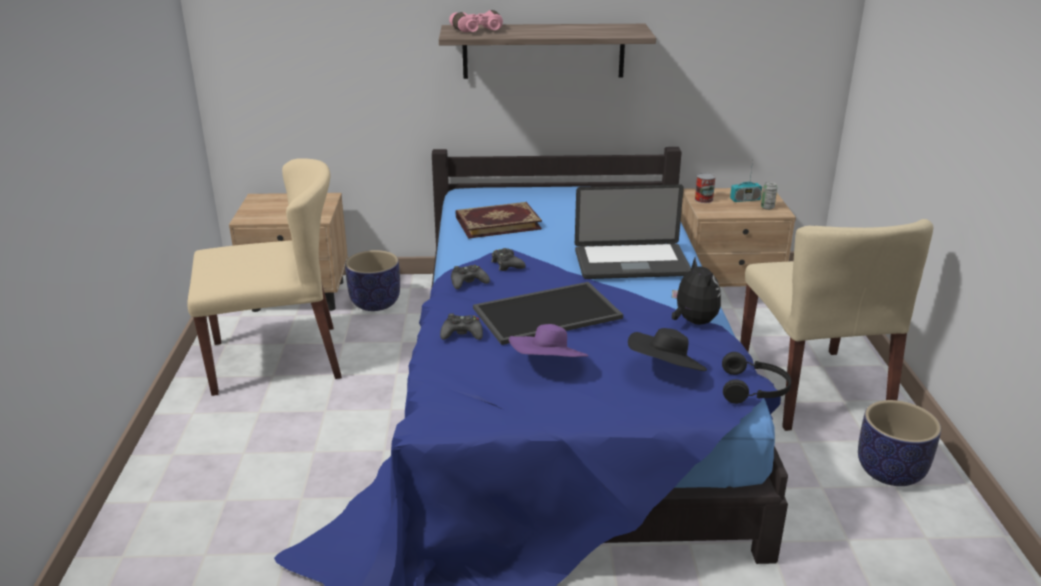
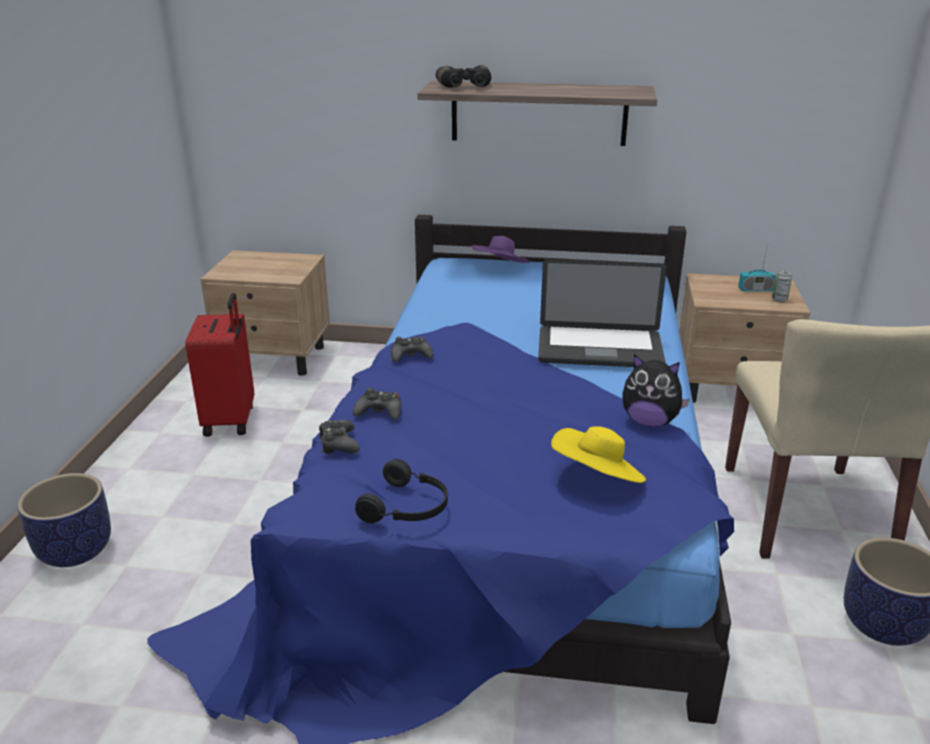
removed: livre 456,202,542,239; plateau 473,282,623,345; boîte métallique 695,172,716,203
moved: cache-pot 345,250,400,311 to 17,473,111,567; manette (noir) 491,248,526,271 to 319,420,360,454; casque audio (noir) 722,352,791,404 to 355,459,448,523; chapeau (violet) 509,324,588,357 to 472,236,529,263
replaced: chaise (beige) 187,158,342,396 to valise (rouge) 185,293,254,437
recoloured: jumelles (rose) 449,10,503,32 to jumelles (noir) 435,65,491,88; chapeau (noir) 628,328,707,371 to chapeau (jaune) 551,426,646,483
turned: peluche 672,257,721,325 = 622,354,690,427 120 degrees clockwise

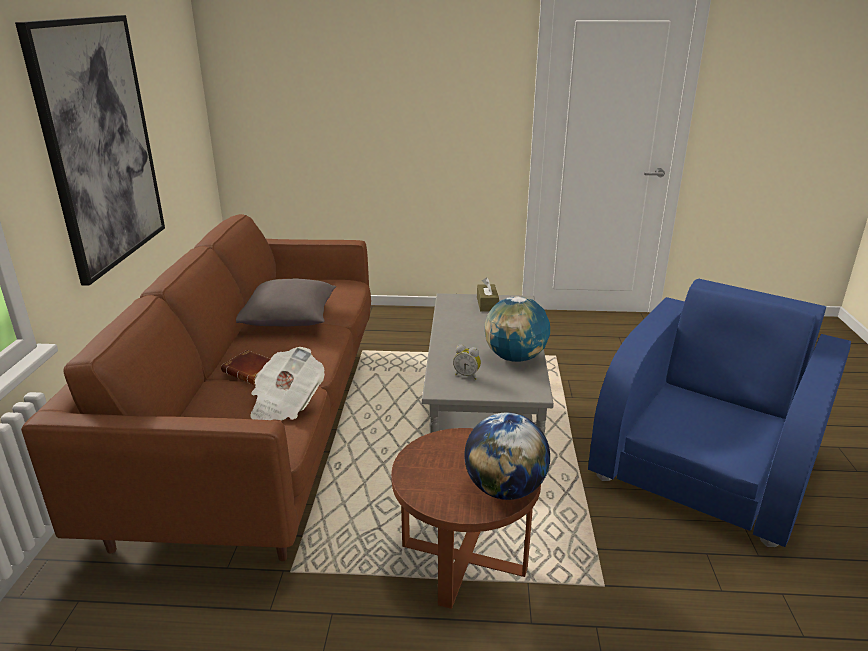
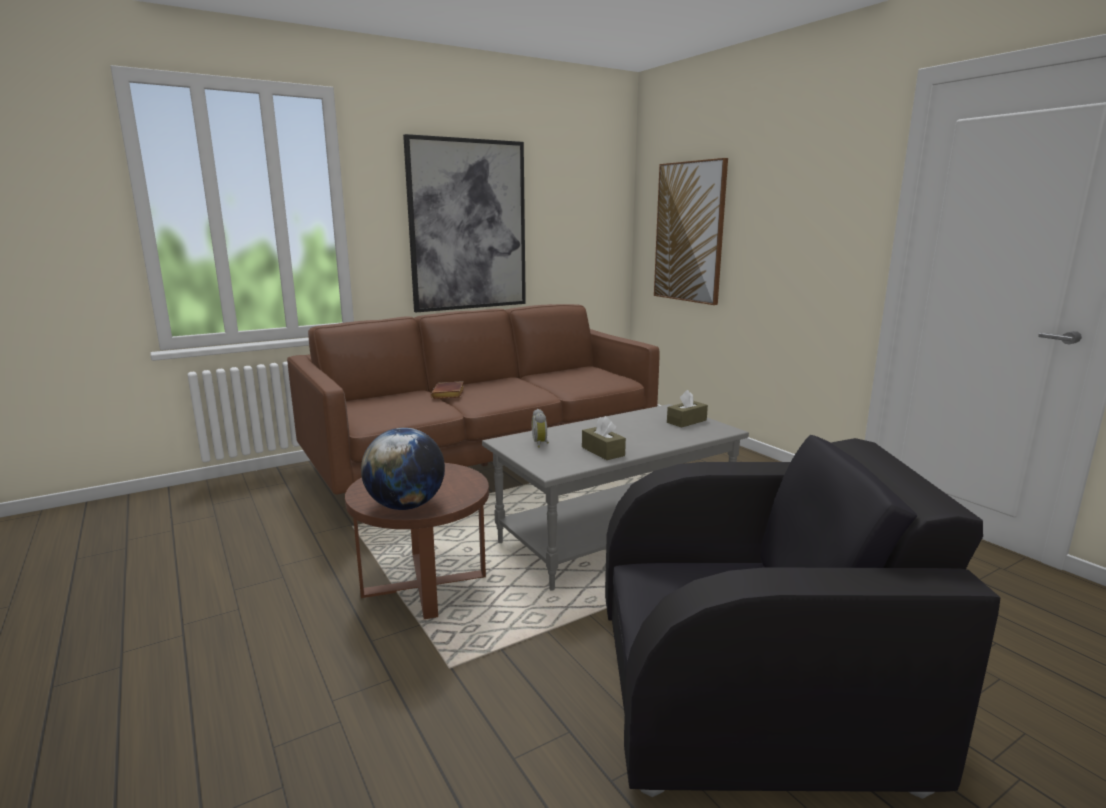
removed: coussin (gris) 236,279,336,327; journal 250,347,325,420
added: tableau 654,158,728,305
replaced: globe 484,296,550,362 to boîte à mouchoirs (marron) 582,416,626,460
recoloured: fauteuil (bleu) 588,279,851,547 to fauteuil (noir) 605,435,1001,799

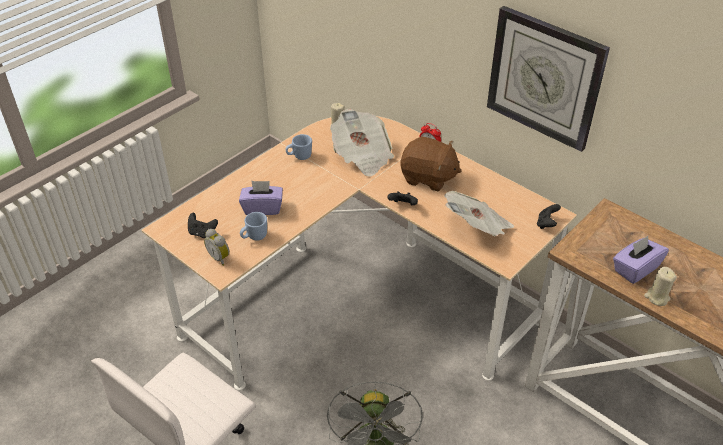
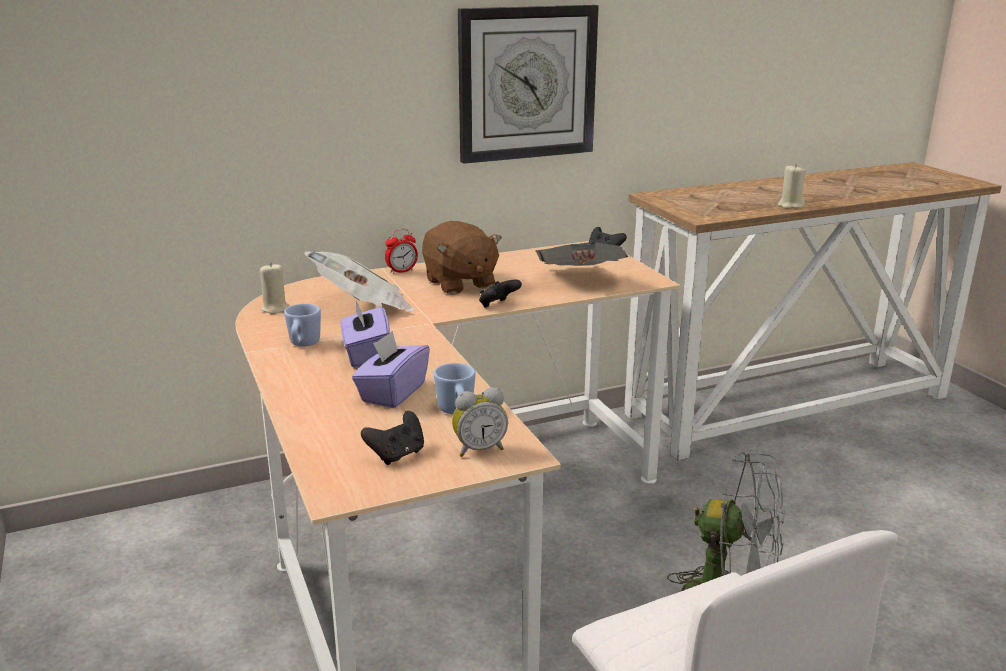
moved: boîte à mouchoirs (violet) 613,236,669,284 to 341,300,390,368
turned: peluche (marron) 400,137,461,191 = 422,221,502,294 105 degrees clockwise

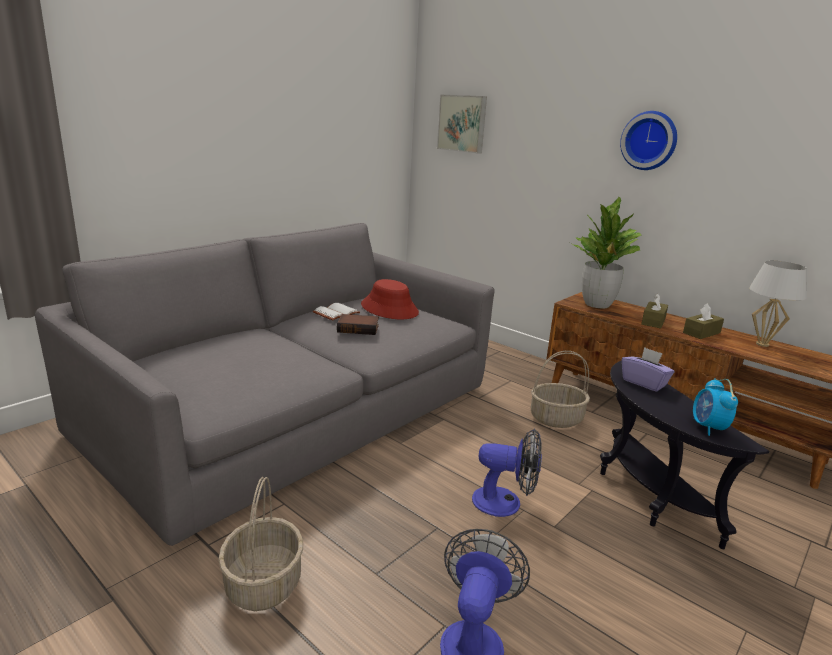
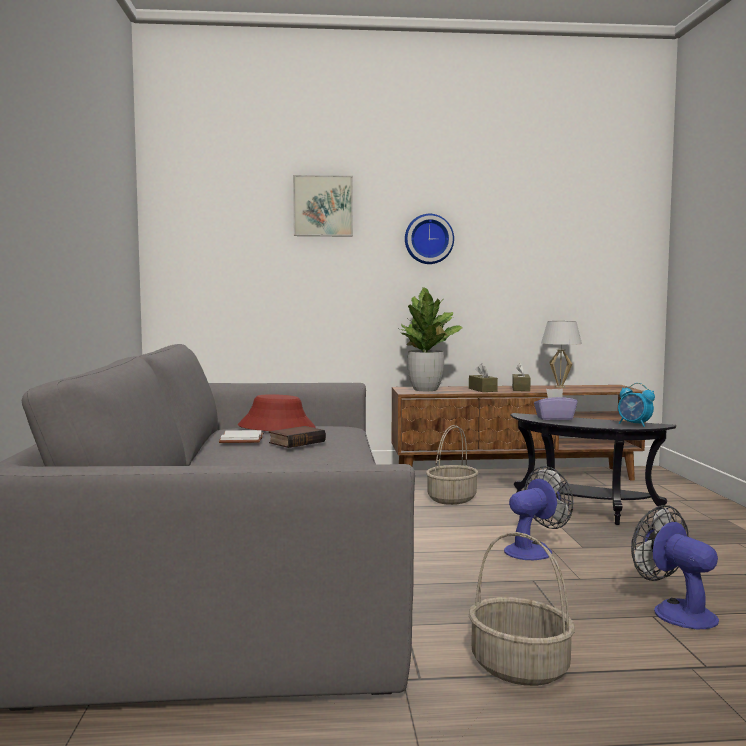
moved: tableau 437,95,487,153 to 293,175,353,237

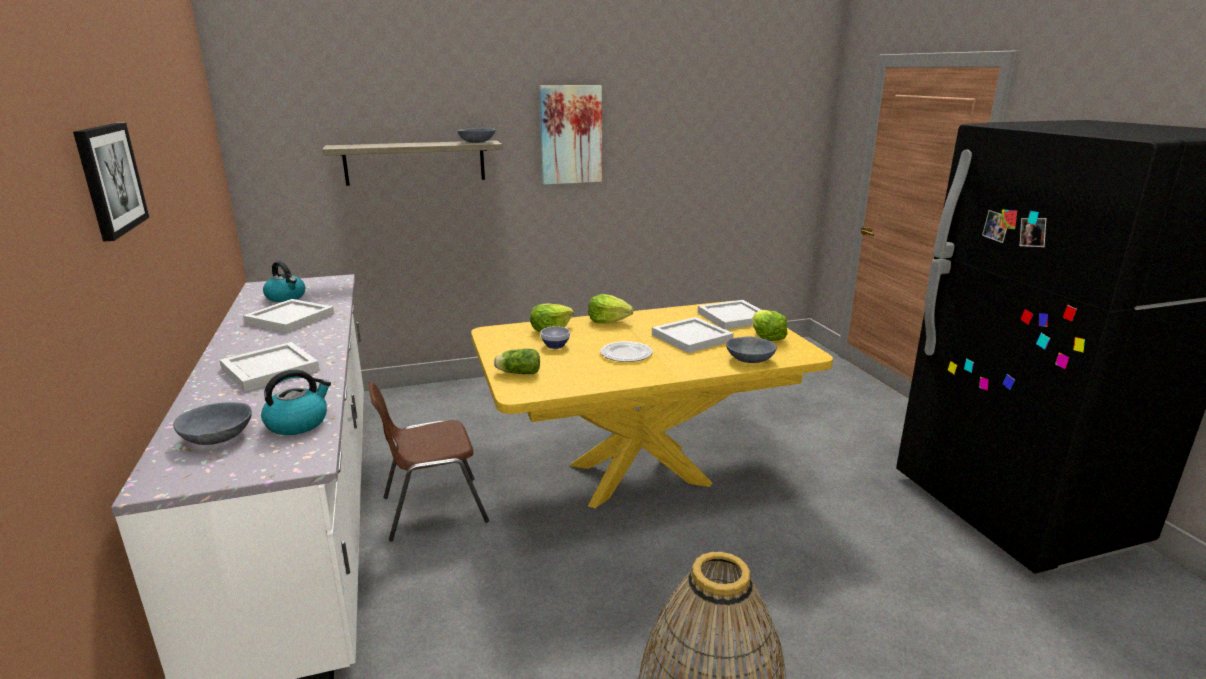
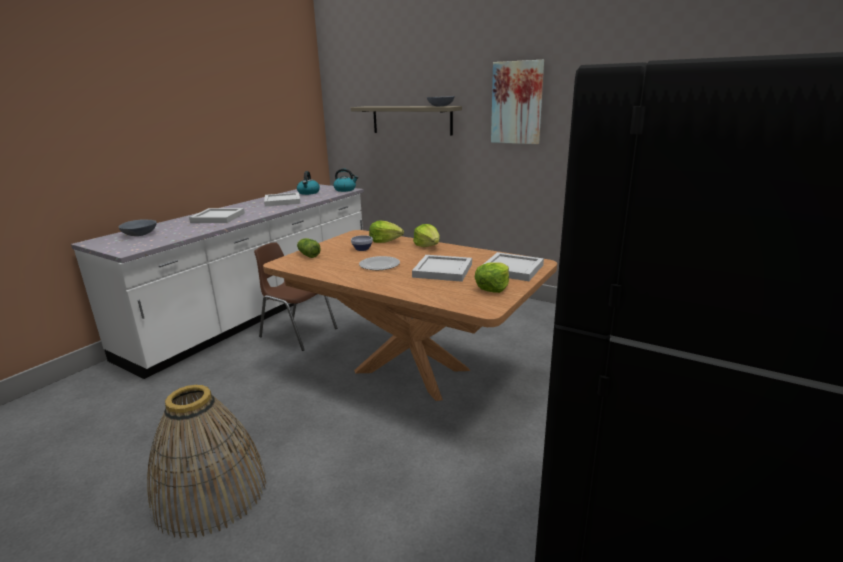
removed: tableau 73,123,149,242; bol (gris) 726,336,777,363
moved: bouilloire 261,370,331,435 to 333,169,358,192
recoloured: table à manger (jaune) 471,301,833,508 to table à manger (marron) 263,230,557,401

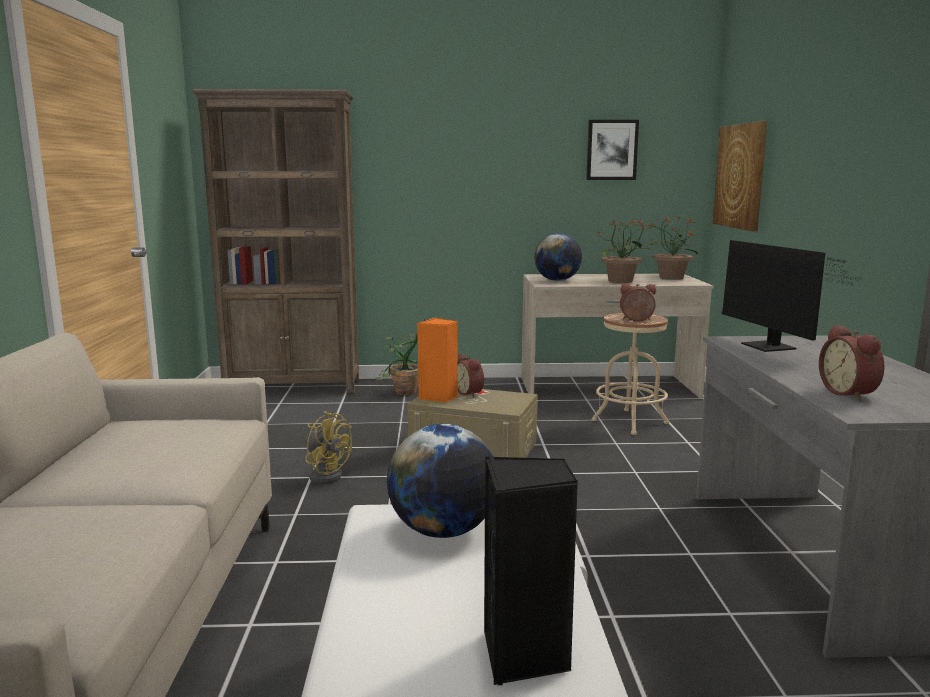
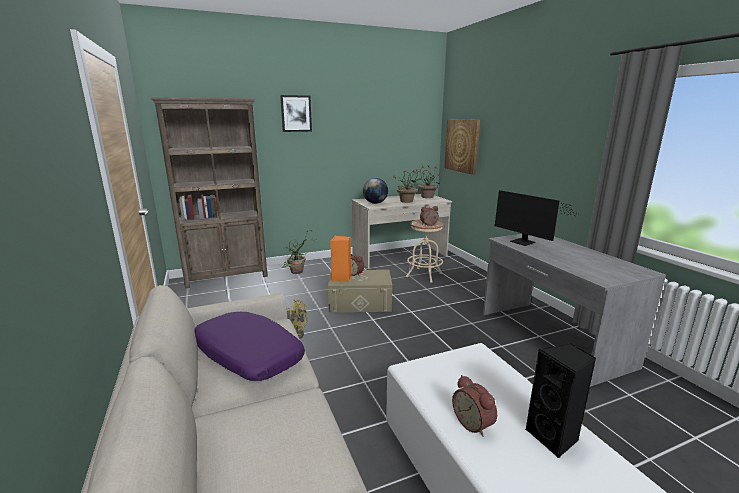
removed: globe 387,424,493,538
added: coussin (violet) 195,312,305,381
moved: tableau 586,120,639,180 to 280,95,312,132; réveil 819,325,884,401 to 452,375,497,437

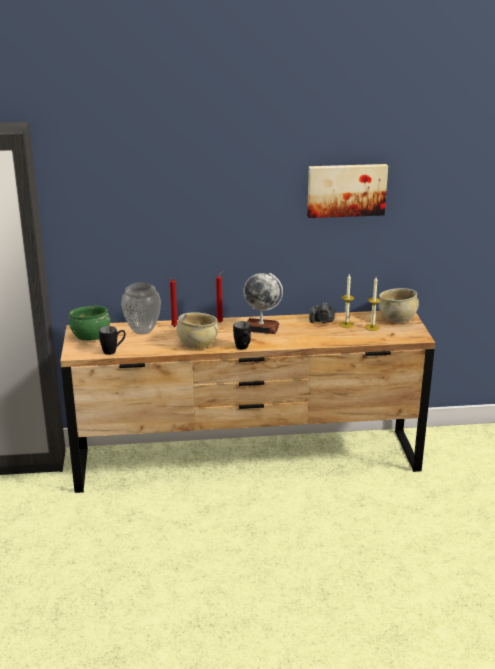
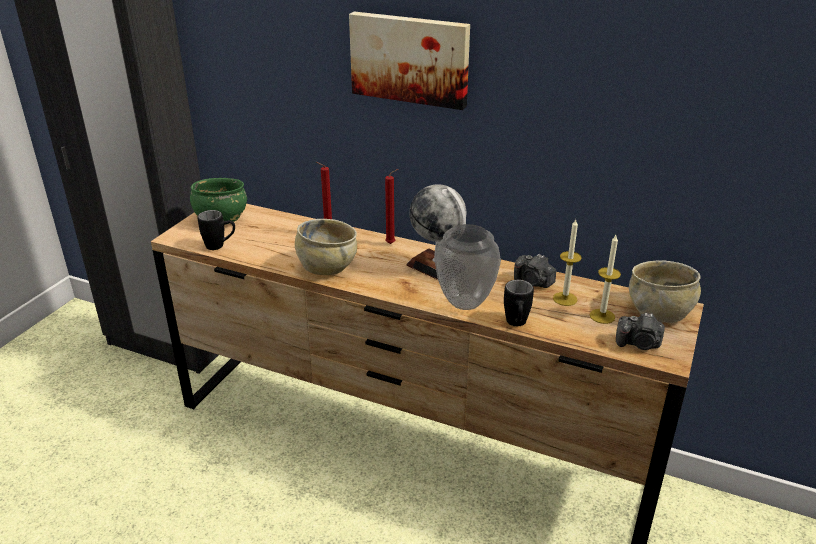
added: appareil photo 616,312,665,350
moved: tableau 307,164,388,218 to 349,12,470,110; vase 121,282,161,335 to 434,224,501,310; mug (noir) 233,321,251,349 to 504,280,534,326

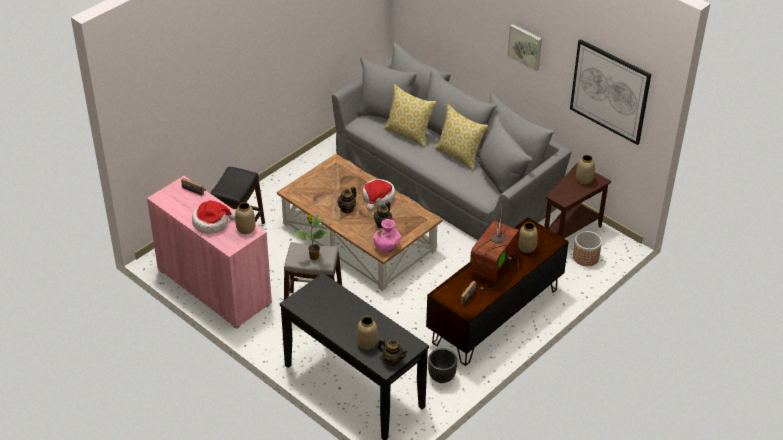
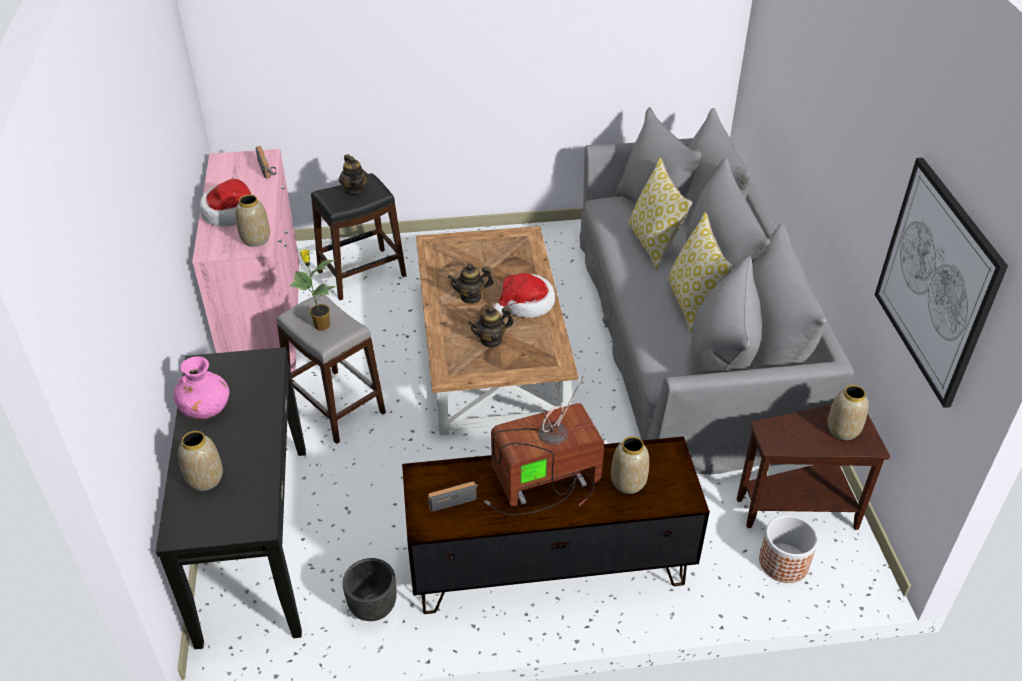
removed: tableau 507,24,542,71
moved: vase (rose) 373,219,402,253 to 173,356,229,419; théière 377,338,408,366 to 339,154,368,195

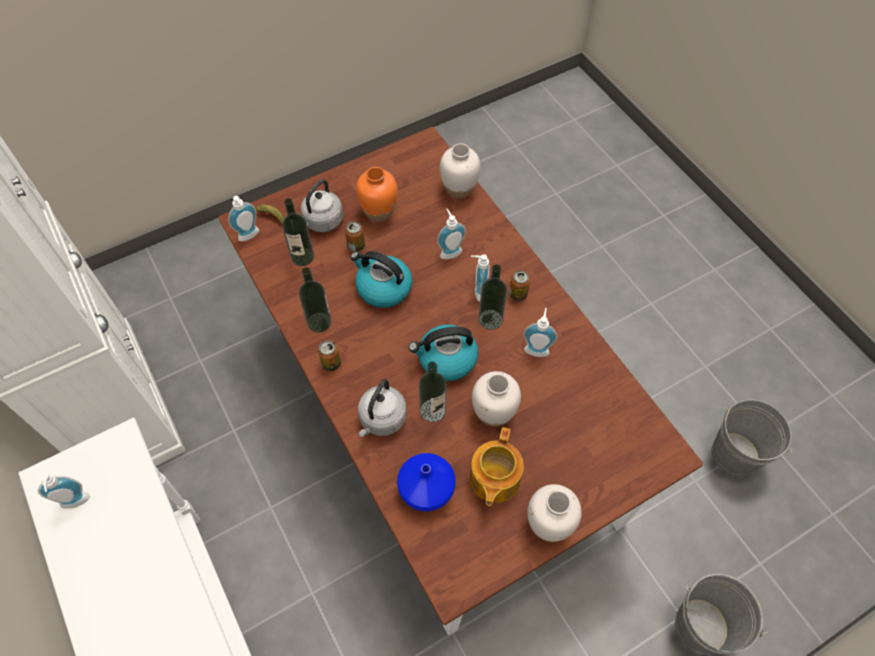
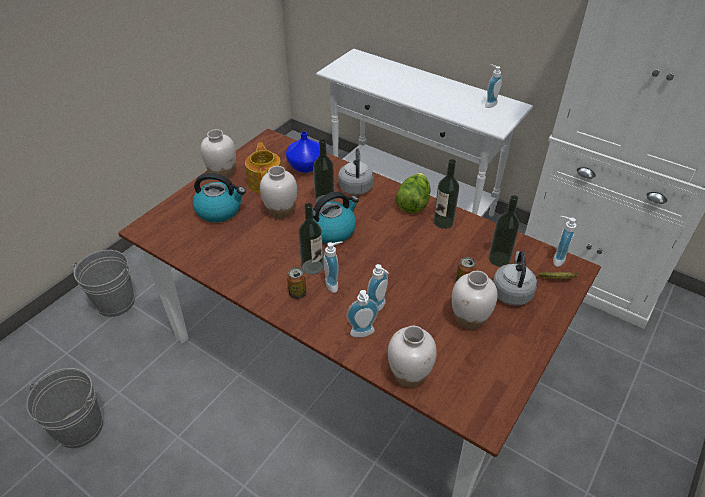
moved: bouilloire 350,251,412,308 to 192,173,246,222; distributeur de savon 523,308,557,357 to 346,290,379,337
replaced: boîte métallique 318,340,341,371 to laitue 396,173,431,214
recoloured: vase (orange) 356,167,398,222 to vase (blanc) 452,271,498,330

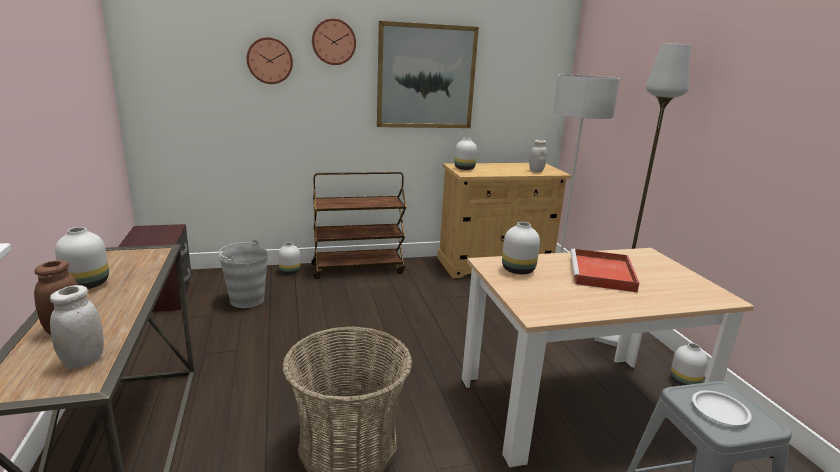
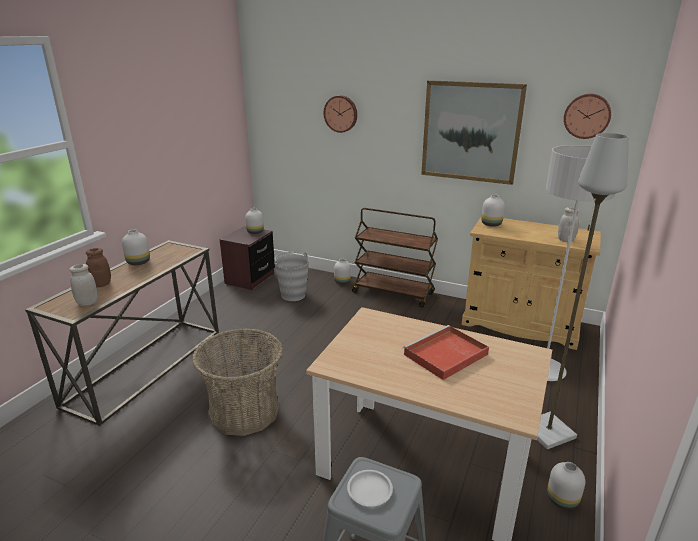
moved: vase (blanc) 502,222,540,274 to 245,208,264,234; horloge murale 312,18,356,65 to 564,94,611,139

